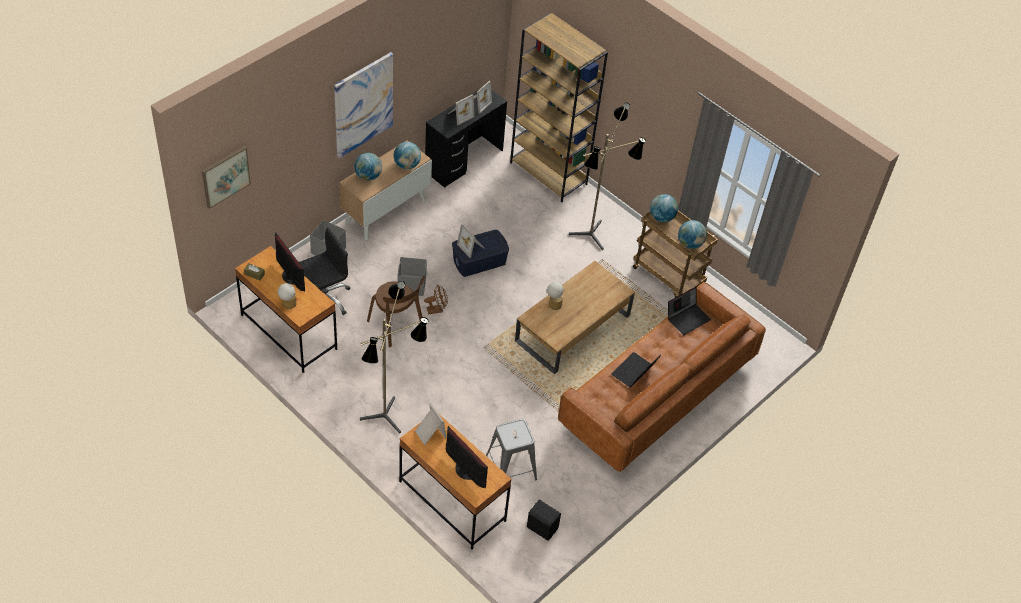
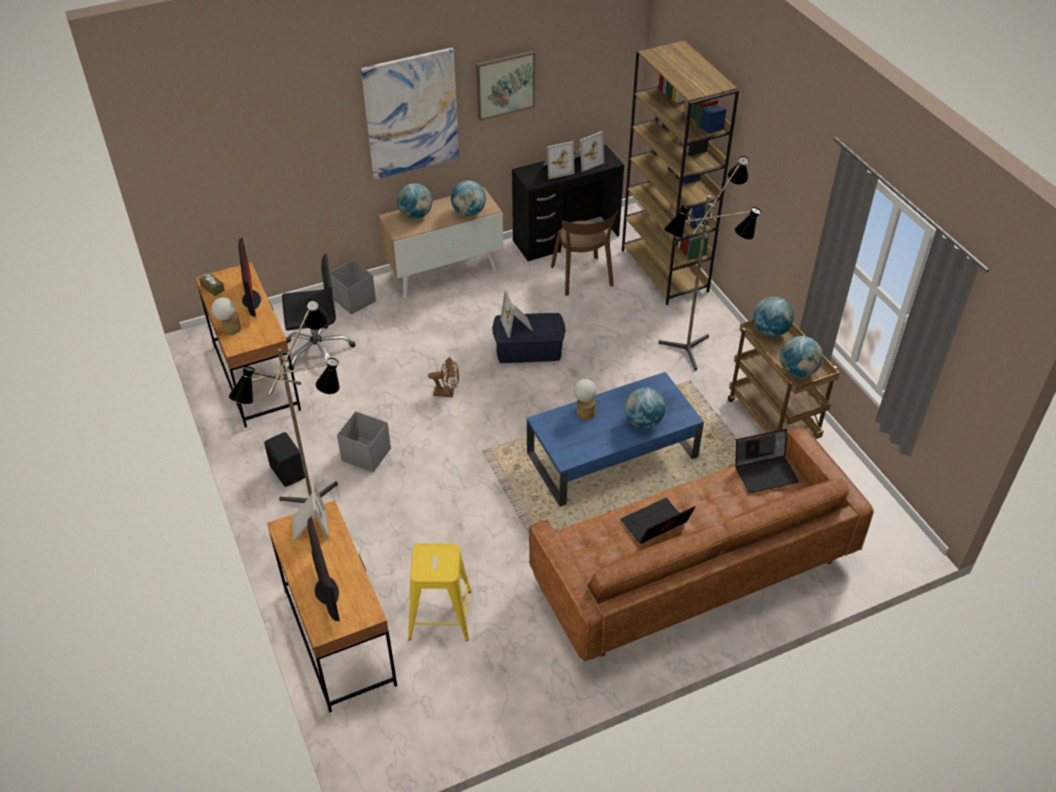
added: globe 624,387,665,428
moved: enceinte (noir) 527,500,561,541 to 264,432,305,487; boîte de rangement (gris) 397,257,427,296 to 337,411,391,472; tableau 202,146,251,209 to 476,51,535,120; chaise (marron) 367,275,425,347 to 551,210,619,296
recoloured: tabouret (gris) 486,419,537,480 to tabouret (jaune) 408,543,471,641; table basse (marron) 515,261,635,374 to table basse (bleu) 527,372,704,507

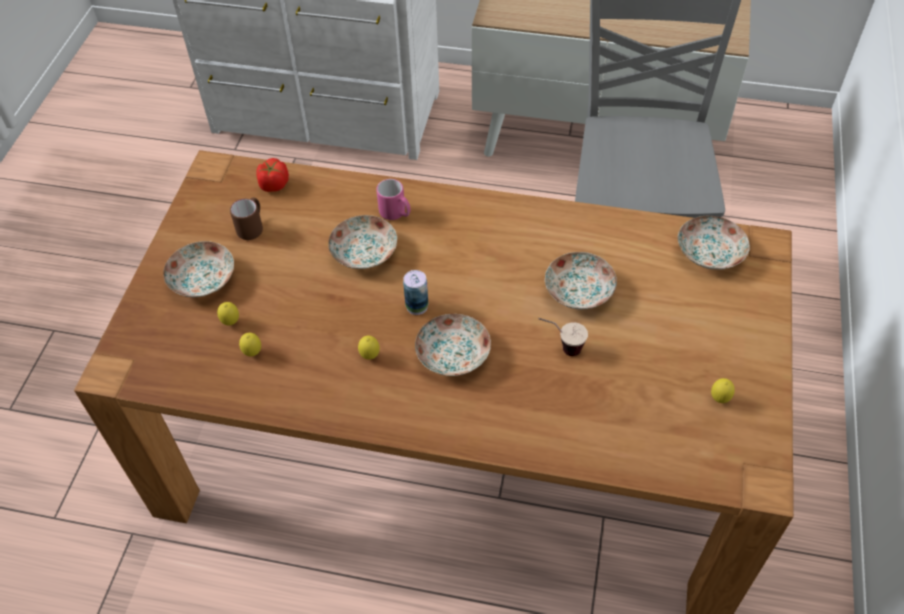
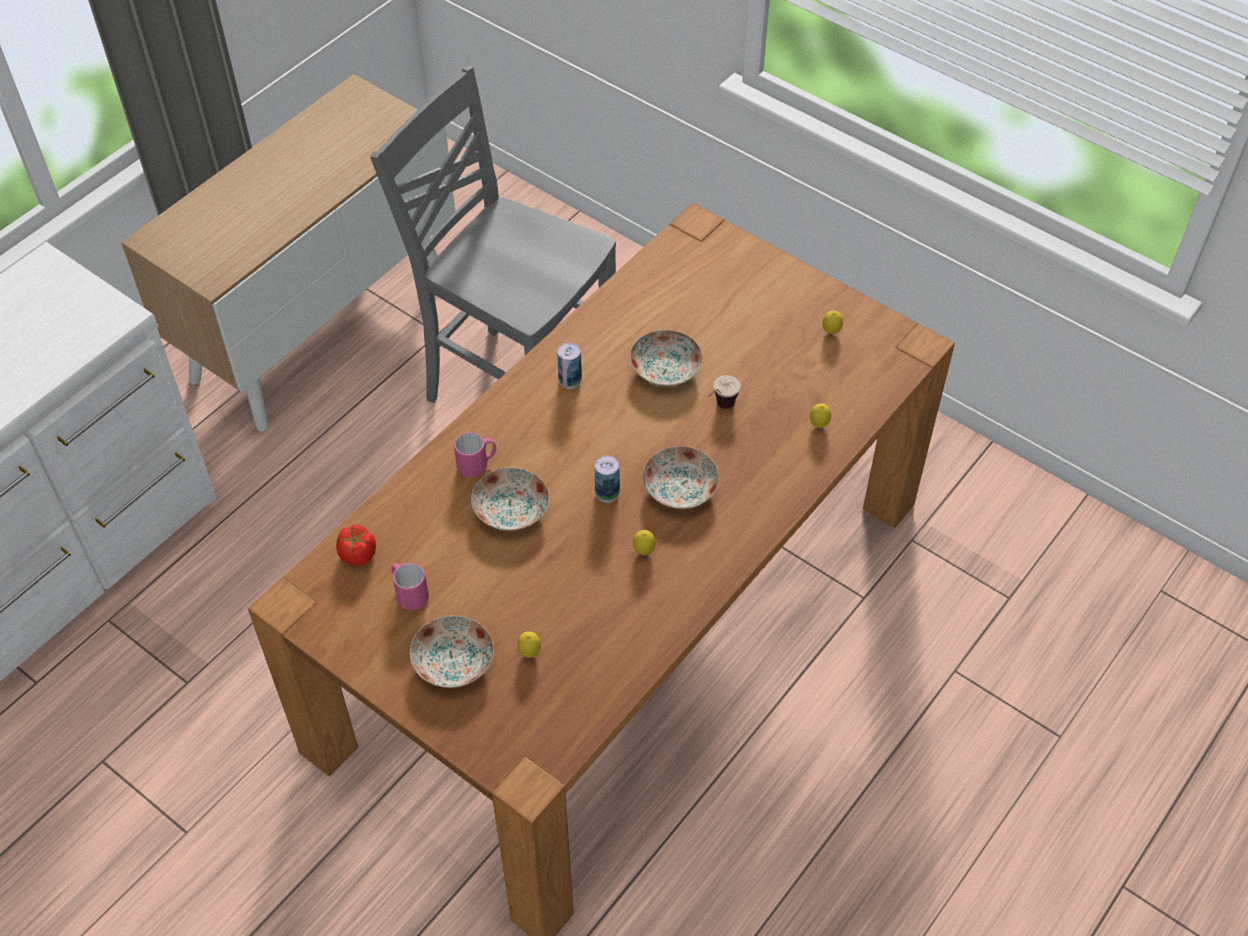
removed: assiette 678,216,750,270
added: boîte métallique 557,343,582,389
moved: citron 239,333,261,357 to 810,403,831,428
recoloured: mug (marron) 230,197,263,240 to mug (rose) 391,563,429,610

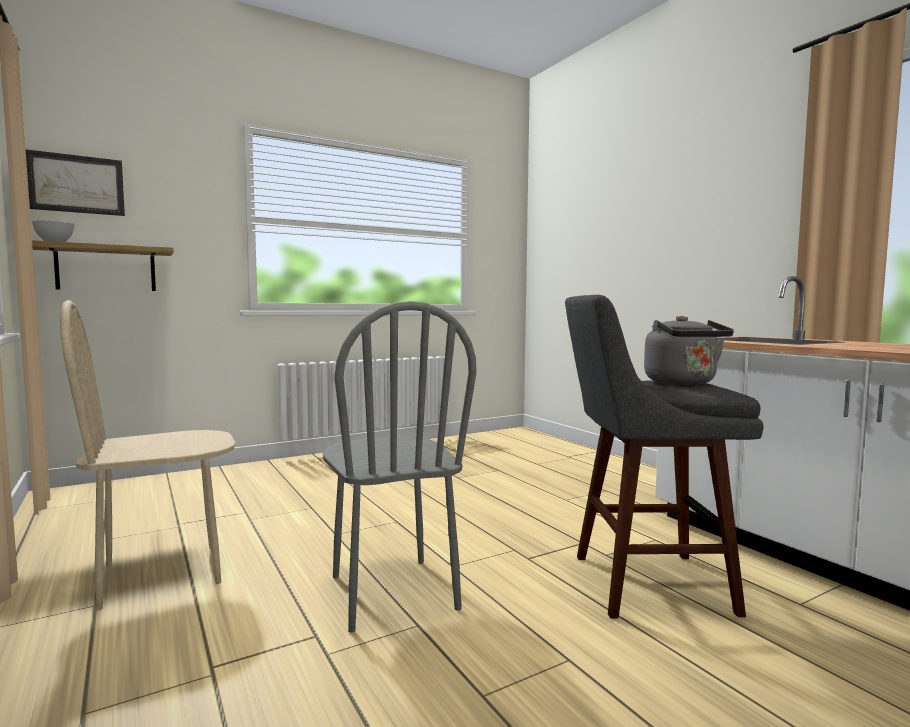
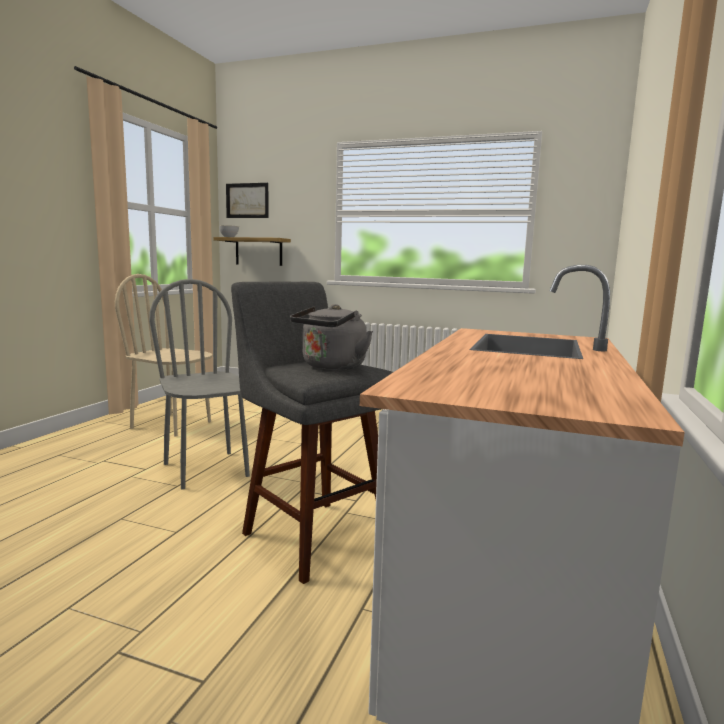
turned: chaise (gris) 323,301,477,633 = 149,279,250,490 120 degrees clockwise

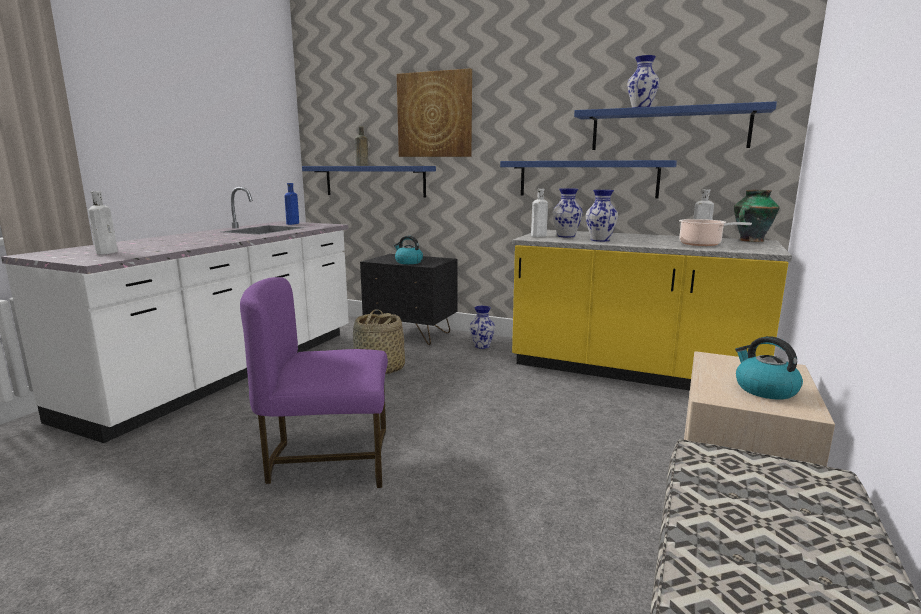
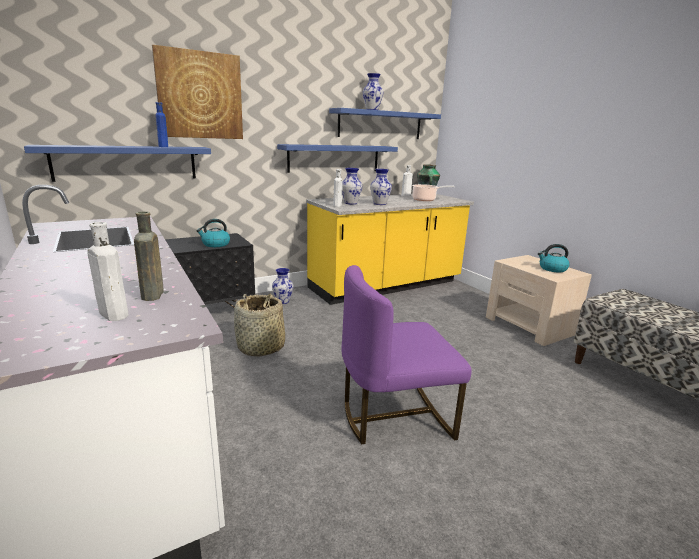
moved: bouteille (marron) 355,126,368,166 to 134,211,164,301; bouteille (bleu) 284,183,299,225 to 155,102,168,147
turned: chaise (violet) 240,277,388,488 = 342,265,472,444 45 degrees clockwise

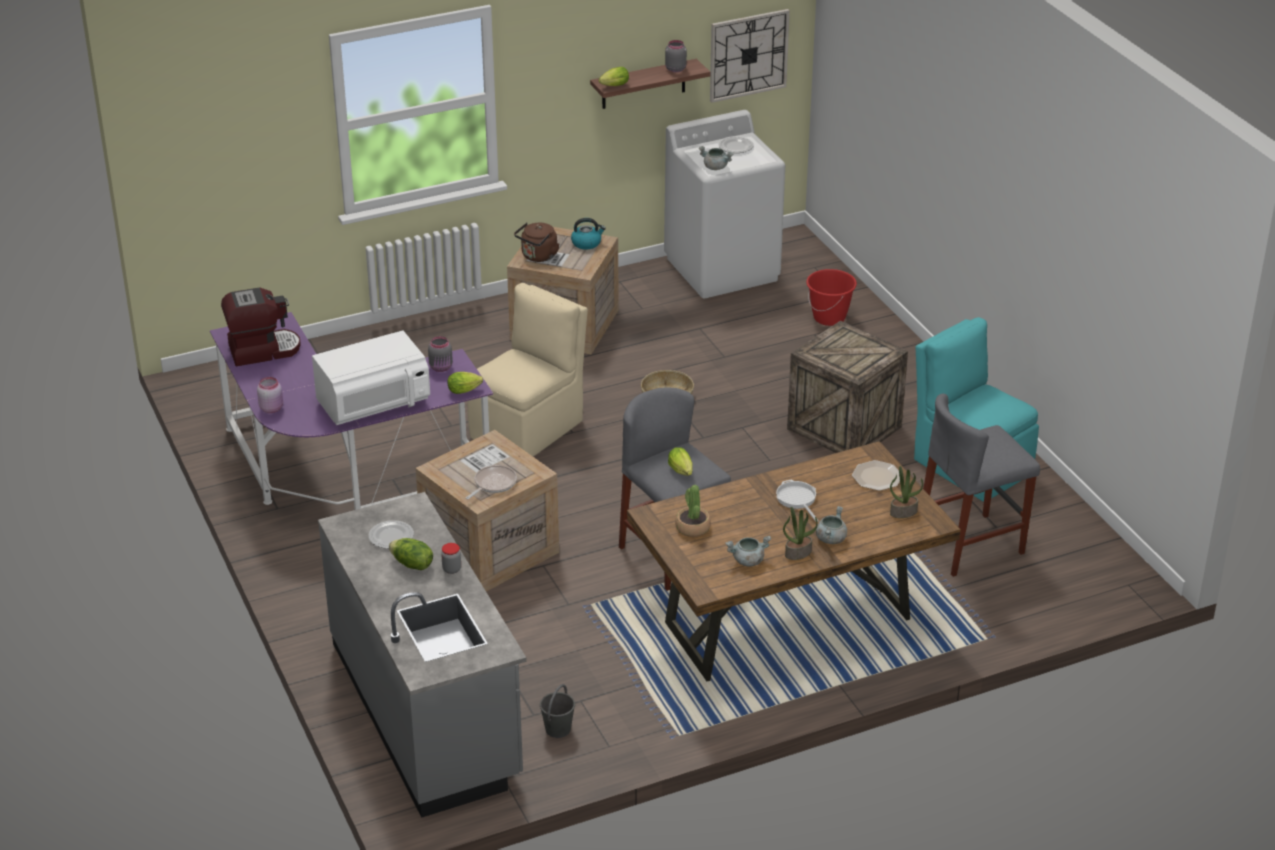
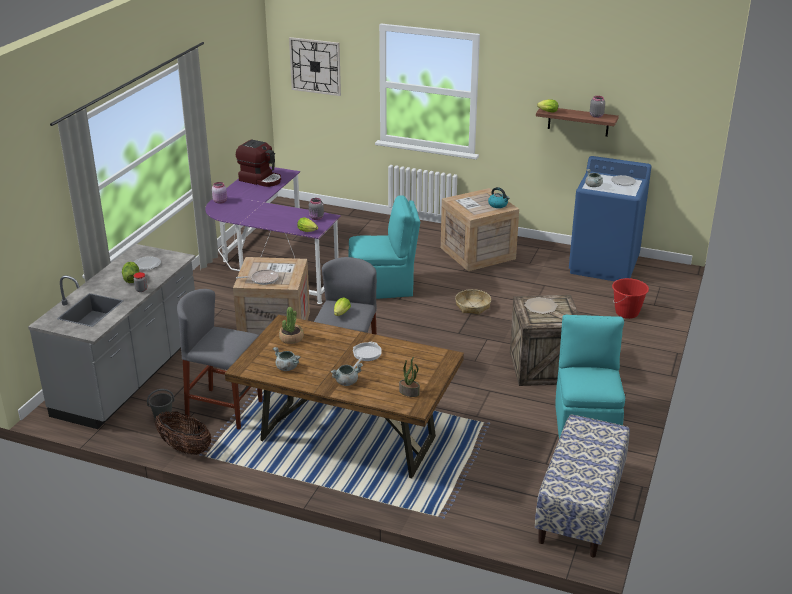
removed: micro-ondes (blanc) 312,331,430,425; bouilloire (marron) 514,222,559,262; plante en pot 783,507,818,560
added: panier 155,411,212,455; banc 535,414,630,558
moved: tabouret (gris) 923,394,1040,577 to 177,289,263,430; horloge murale 710,9,790,103 to 289,37,341,96; assiette 852,460,900,491 to 524,297,557,314
recoloured: chaise (beige) 467,283,588,457 to chaise (turquoise) 349,195,420,299; lave-linge (blanc) 664,110,785,299 to lave-linge (bleu) 569,156,651,281

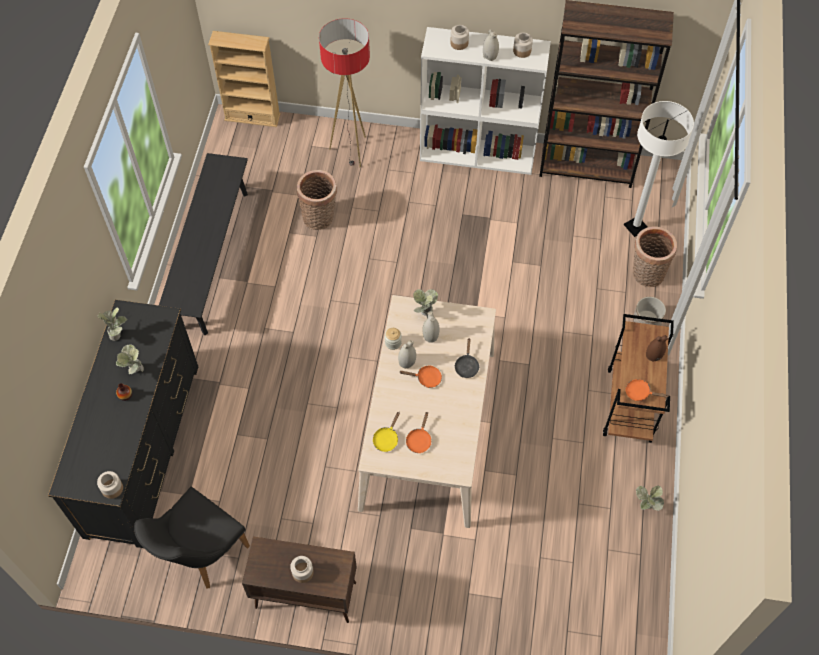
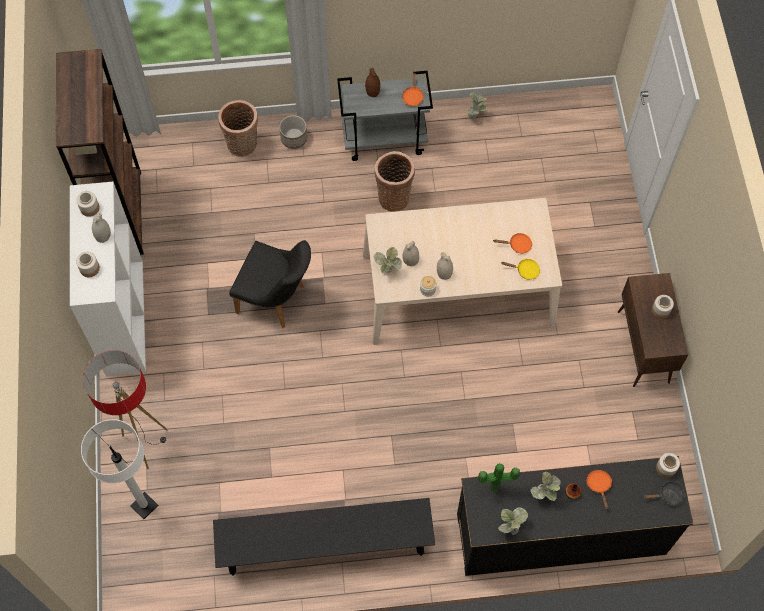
removed: bibliothèque (beige) 208,31,281,127
added: plante en pot 478,463,520,492
moved: lampadaire (blanc) 624,101,694,237 to 81,419,158,519; chaise (noir) 134,487,250,589 to 229,240,311,328; panier 297,170,337,230 to 374,151,415,212; poêle (orange) 399,365,442,388 to 587,470,612,510; poêle (noir) 454,339,480,378 to 644,481,685,506
recoloured: chariot (marron) 603,314,674,443 to chariot (gris) 337,71,433,161

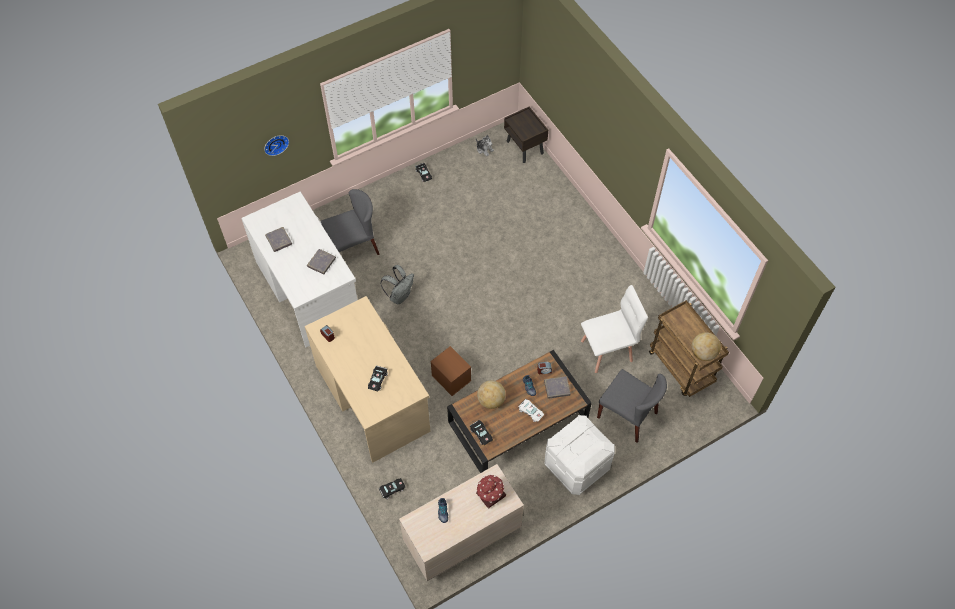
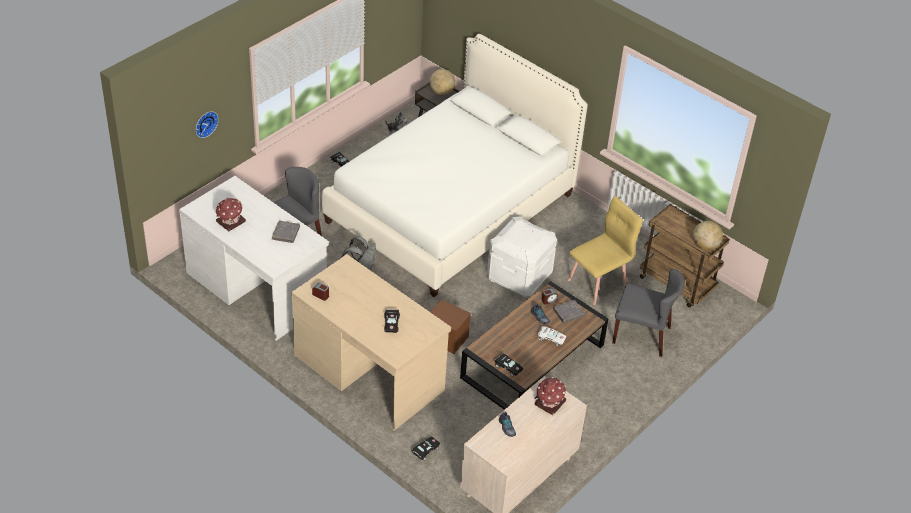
added: lit (blanc) 322,34,588,297
moved: globe 477,380,506,409 to 429,69,455,95; boîte de rangement (blanc) 544,415,615,495 to 487,217,557,297
replaced: livre (gris) 265,227,292,252 to maison miniature 216,197,246,231
recoloured: chaise (blanc) 581,285,648,373 to chaise (jaune) 568,196,643,305

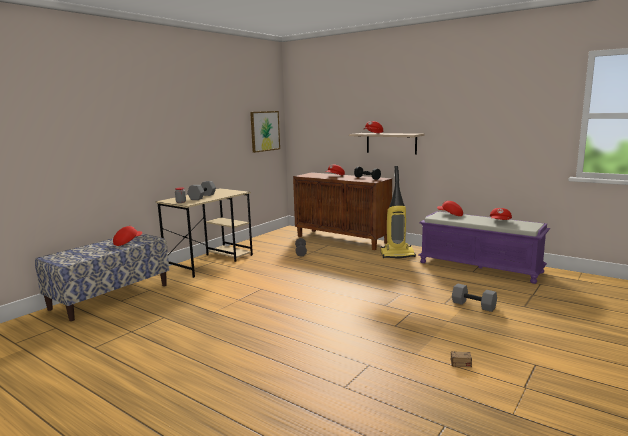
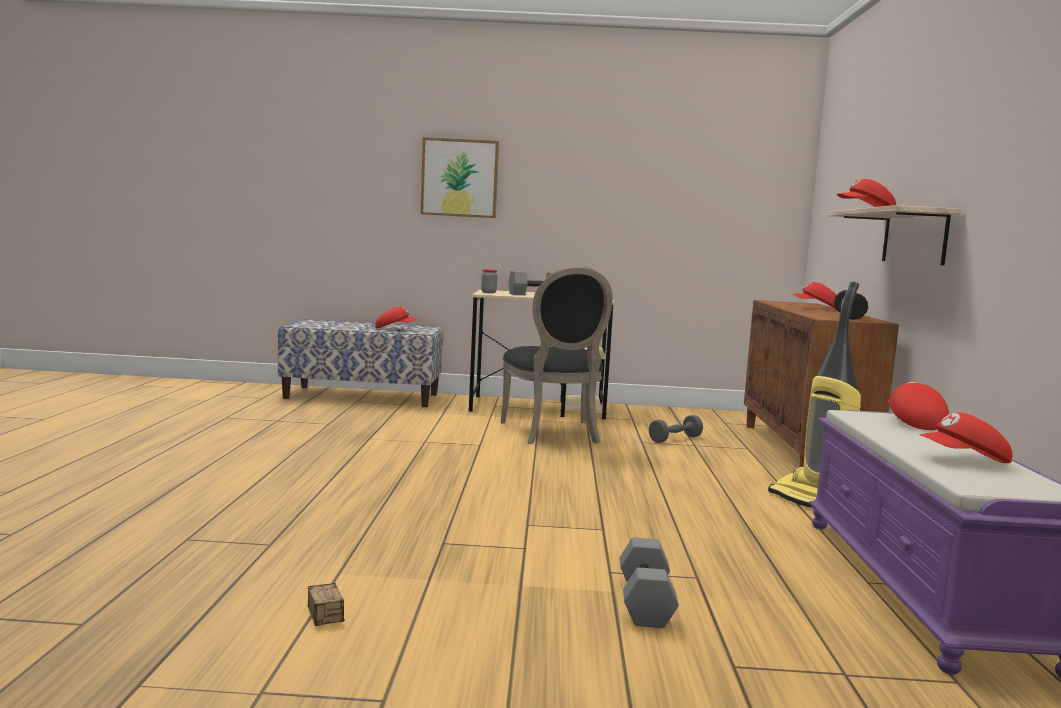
added: chaise (noir) 501,265,613,444
moved: tableau 250,111,280,153 to 420,137,499,218

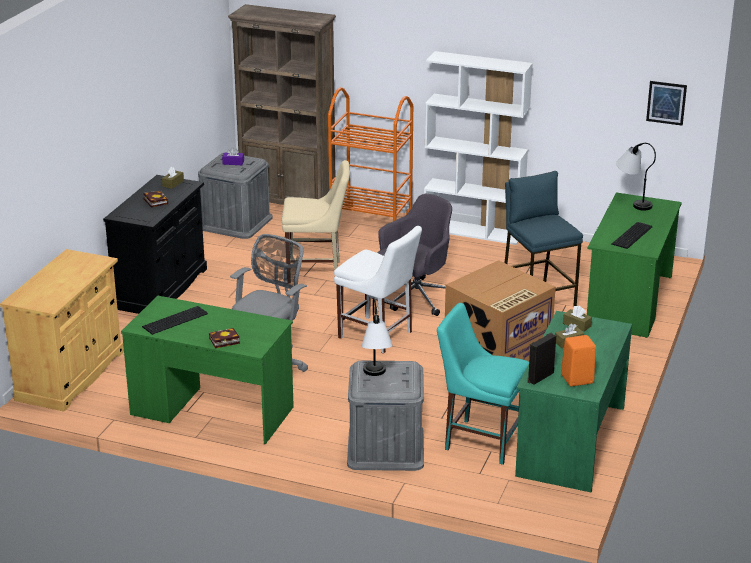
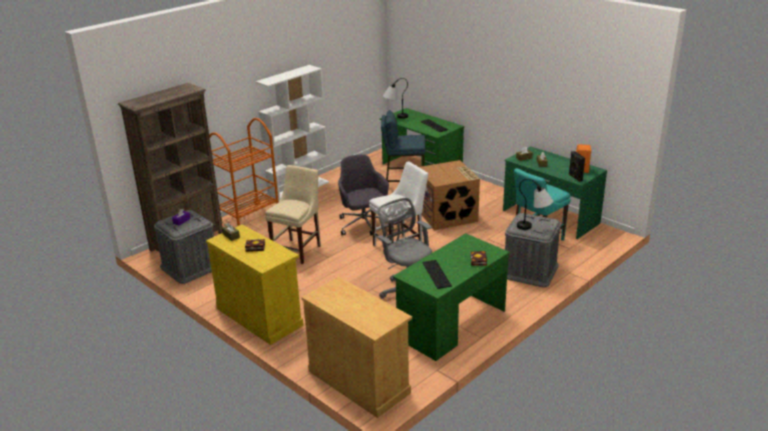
removed: tableau 646,81,687,126
recoloured: meuble de rangement (noir) 103,175,207,314 to meuble de rangement (jaune) 206,224,304,345

